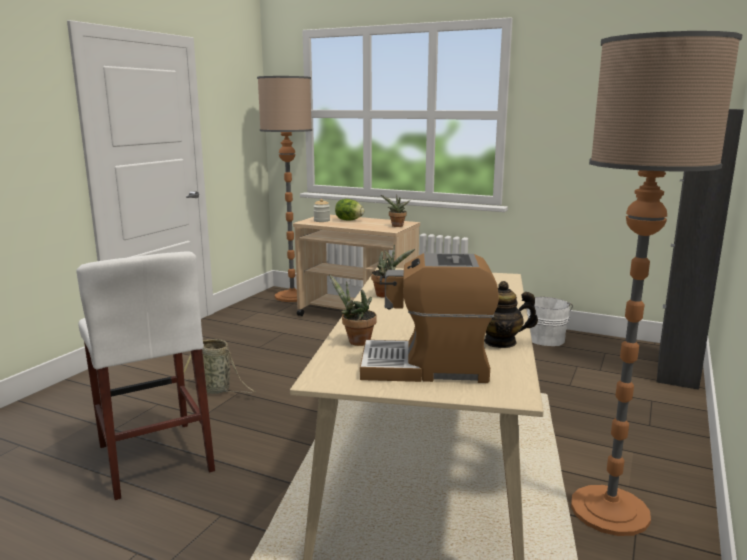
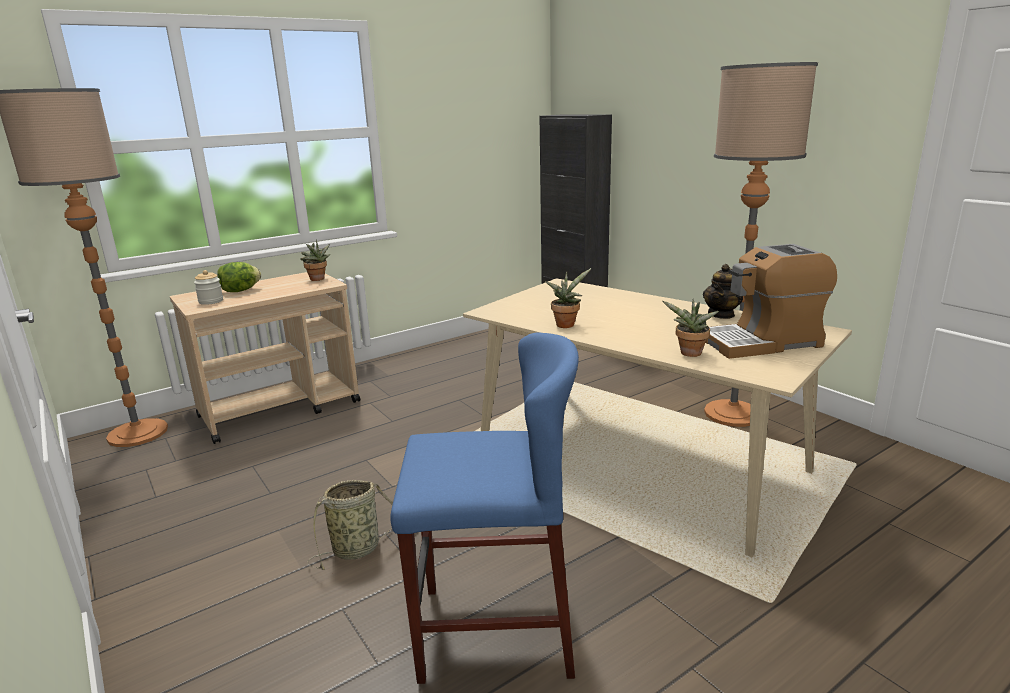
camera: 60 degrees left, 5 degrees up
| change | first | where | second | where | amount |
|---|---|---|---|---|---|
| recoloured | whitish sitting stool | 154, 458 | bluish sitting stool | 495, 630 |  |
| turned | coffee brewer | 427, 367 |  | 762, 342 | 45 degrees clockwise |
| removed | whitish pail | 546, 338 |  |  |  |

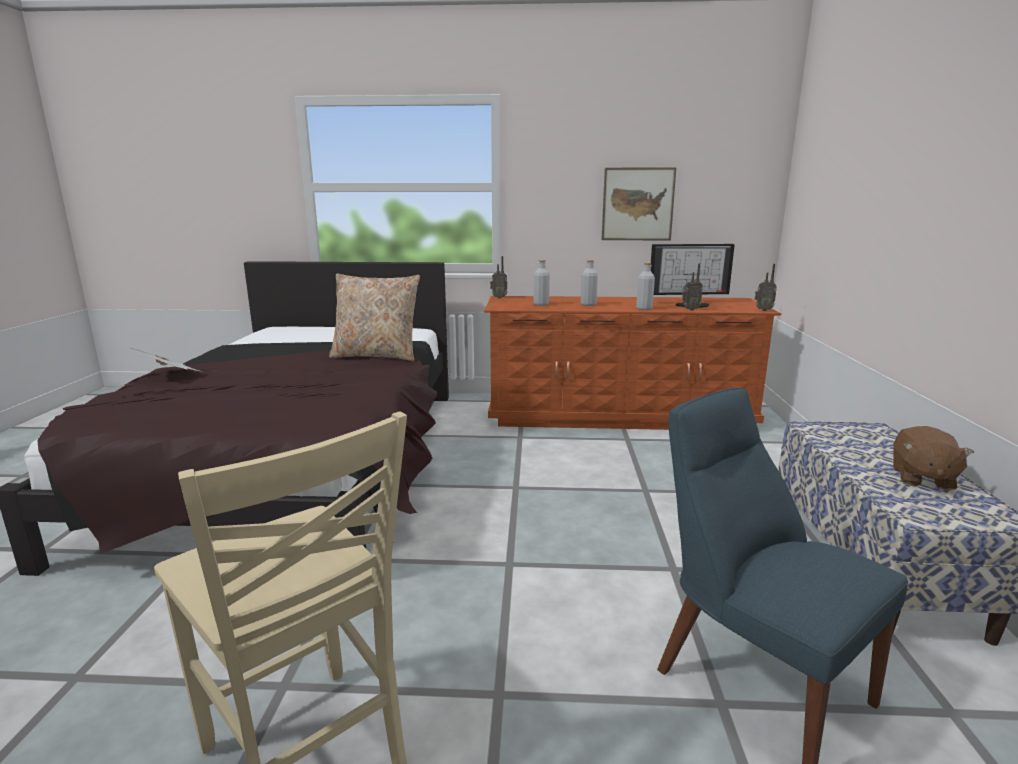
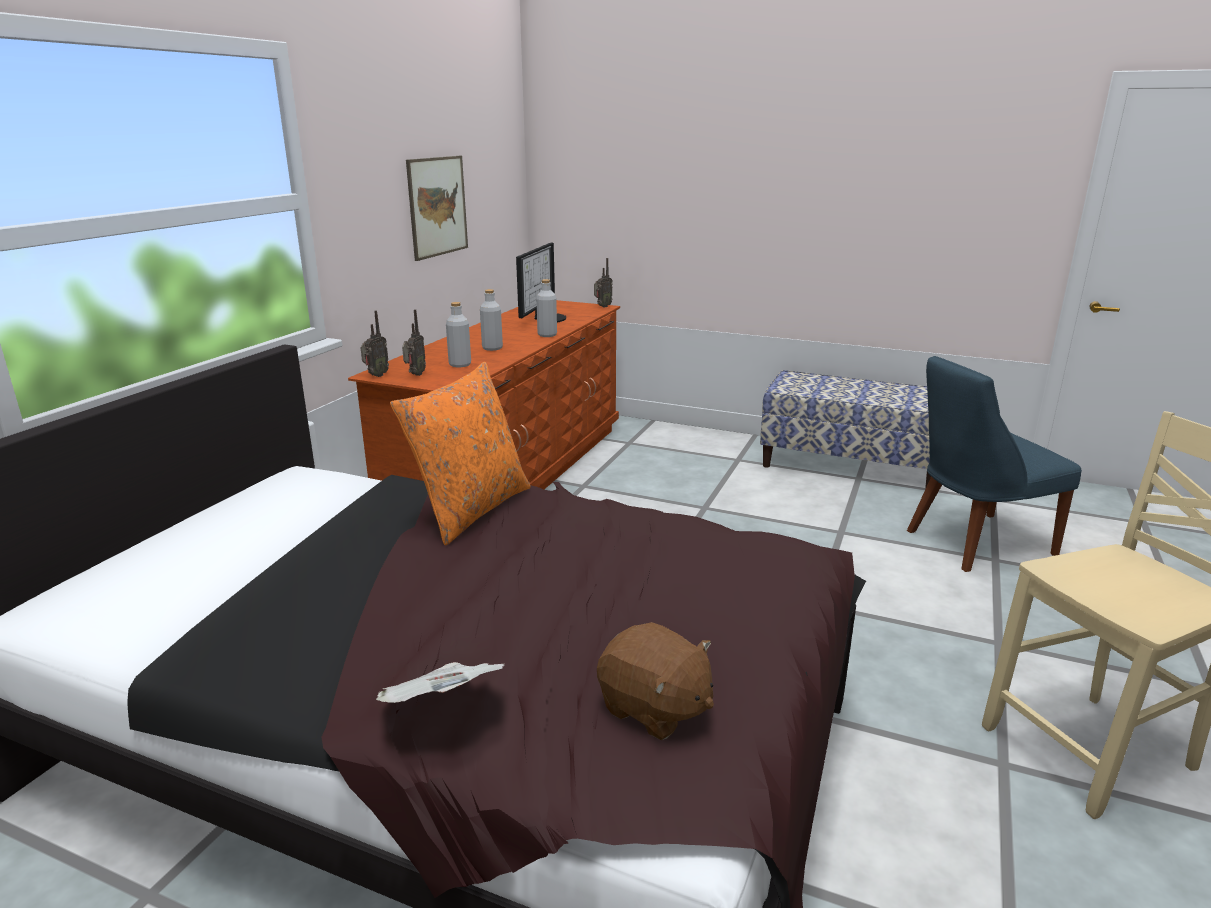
camera: 70 degrees left, 5 degrees up
| change | first | where | second | where | amount |
|---|---|---|---|---|---|
| moved | radio set | 689, 309 |  | 415, 375 |  |
| recoloured | beige-coloured cushion | 376, 355 | orange cushion | 470, 509 |  |
| moved | brownish soft toy | 921, 478 |  | 654, 709 |  |

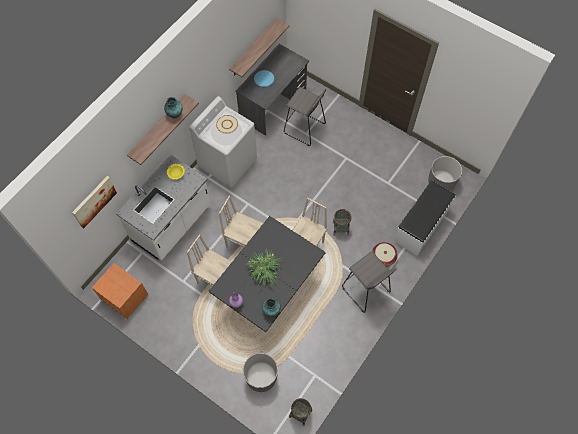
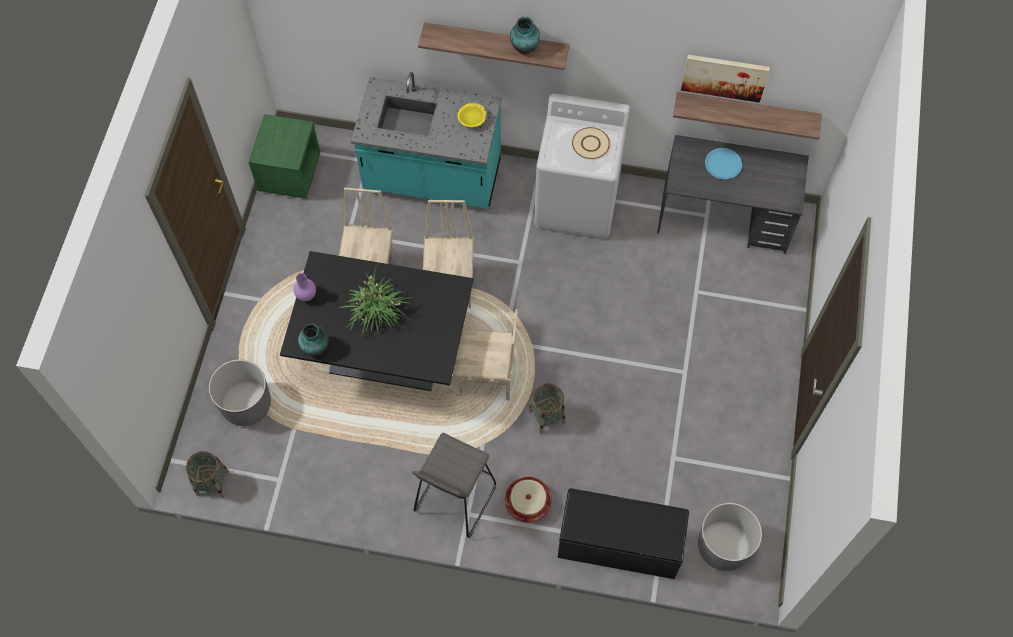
camera: 65 degrees right, 0 degrees up
| change | first | where | second | where | amount |
|---|---|---|---|---|---|
| removed | greyish sitting stool | 304, 128 |  |  |  |
| recoloured | whitish kitchen counter | 172, 224 | turquoise kitchen counter | 432, 178 |  |
| moved | wall art | 94, 201 |  | 724, 76 |  |
| recoloured | whitish long seat | 421, 225 | black-coloured long seat | 619, 544 |  |
| recoloured | orange bedside table | 124, 297 | green-coloured bedside table | 289, 172 |  |

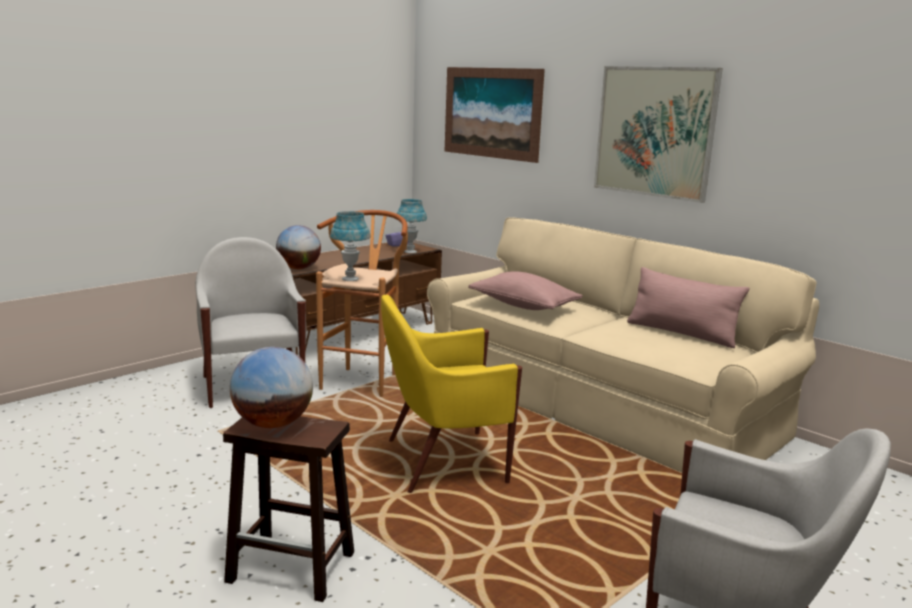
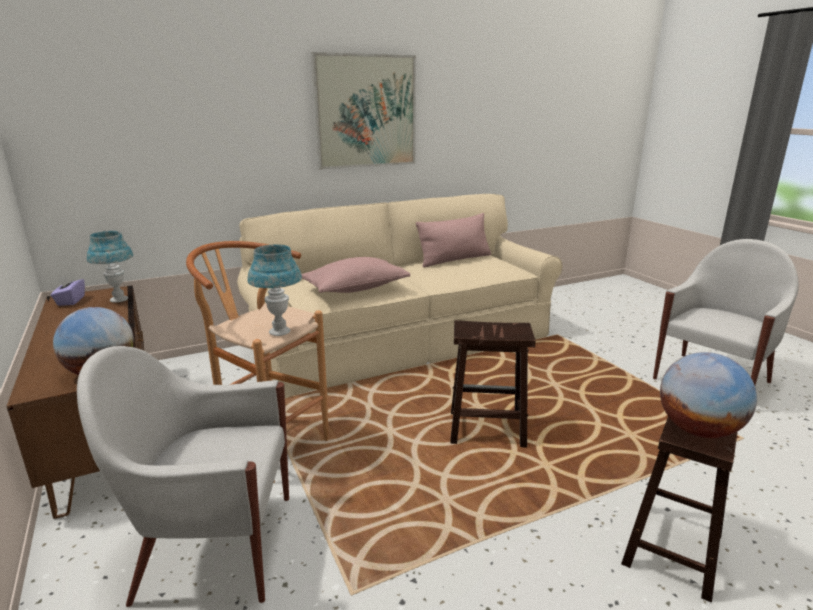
camera: 70 degrees left, 5 degrees up
| change | first | where | second | where | amount |
|---|---|---|---|---|---|
| removed | wall art | 491, 113 |  |  |  |
| replaced | yellow-coloured easy chair | 442, 461 | brownish sitting stool | 485, 429 |  |

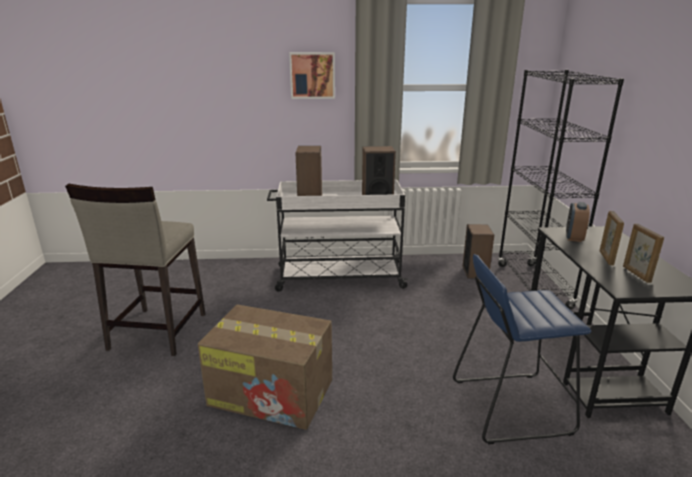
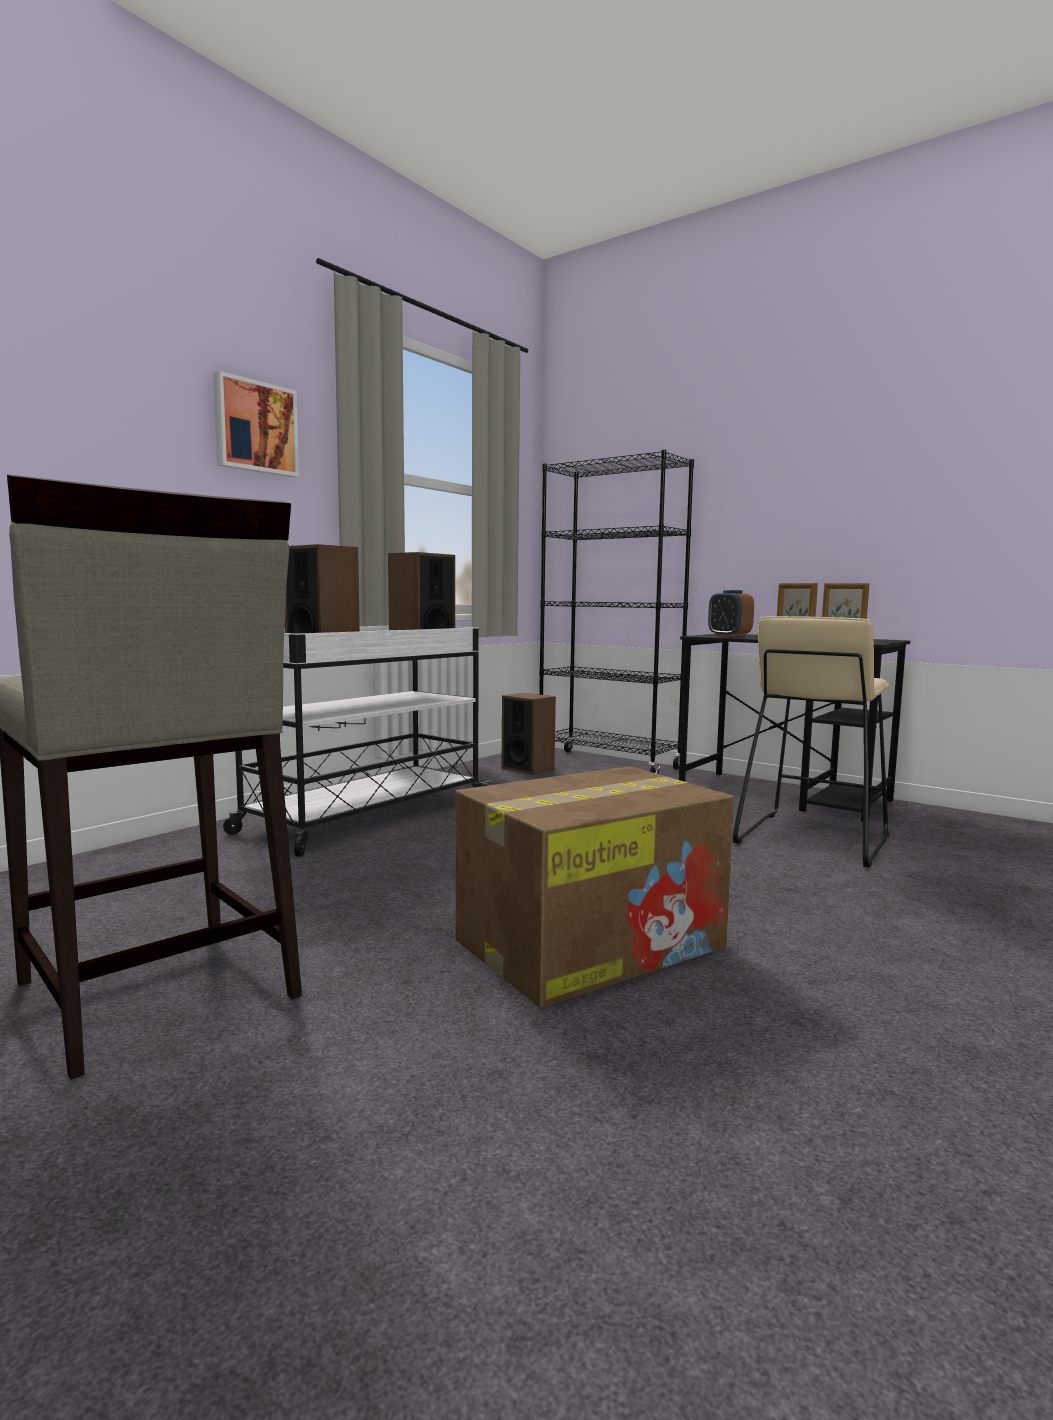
camera: 50 degrees left, 15 degrees down
| change | first | where | second | where | amount |
|---|---|---|---|---|---|
| recoloured | bluish sitting stool | 510, 405 | beige-coloured sitting stool | 812, 838 |  |

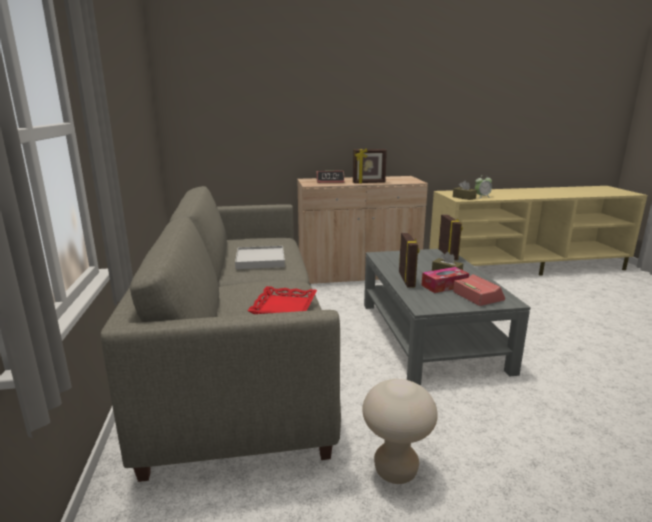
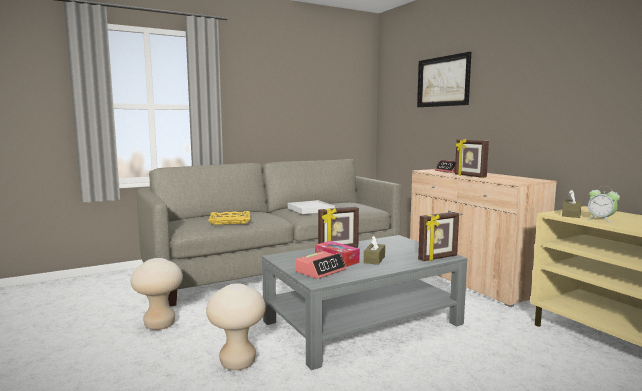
camera: 70 degrees right, 10 degrees down
| change | first | where | second | where | amount |
|---|---|---|---|---|---|
| recoloured | red-coloured carrying tray | 283, 307 | yellow-coloured carrying tray | 230, 221 |  |
| added |  |  | wall art | 443, 81 |  |
| added |  |  | beige-coloured sitting stool | 238, 363 |  |

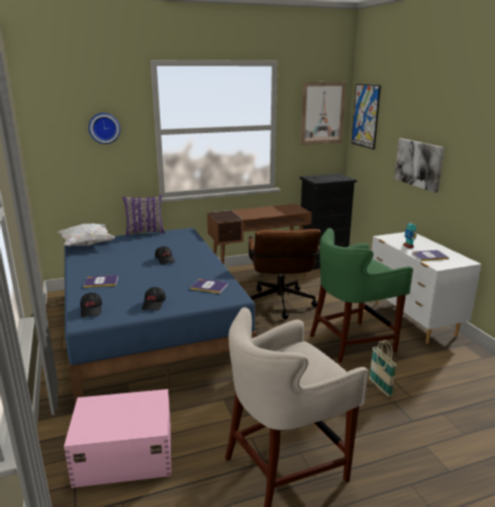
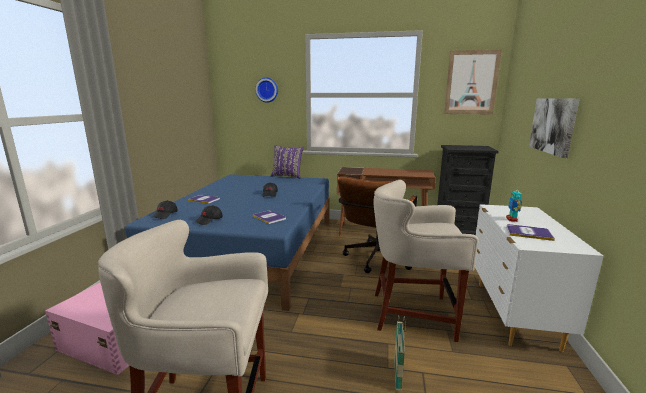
camera: 30 degrees right, 5 degrees down
| change | first | where | second | where | amount |
|---|---|---|---|---|---|
| removed | wall art | 365, 116 |  |  |  |
| removed | whitish cushion | 87, 245 |  |  |  |
| recoloured | green-coloured sitting stool | 352, 342 | beige-coloured sitting stool | 413, 314 |  |

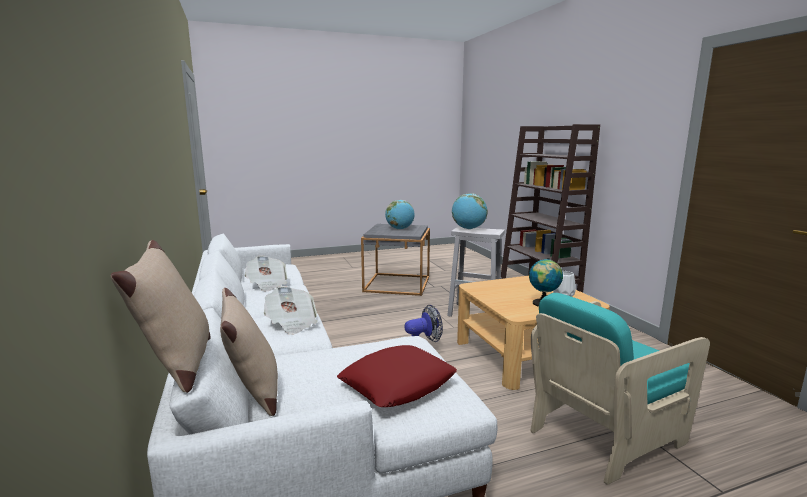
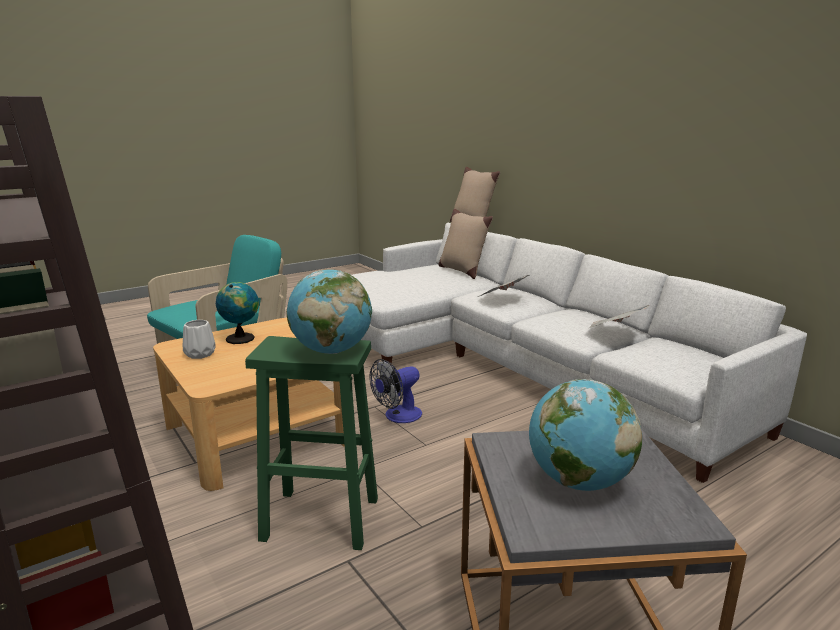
camera: 165 degrees right, 5 degrees up
| change | first | where | second | where | amount |
|---|---|---|---|---|---|
| recoloured | whitish sitting stool | 475, 313 | green-coloured sitting stool | 318, 519 |  |
| removed | red-coloured cushion | 398, 383 |  |  |  |

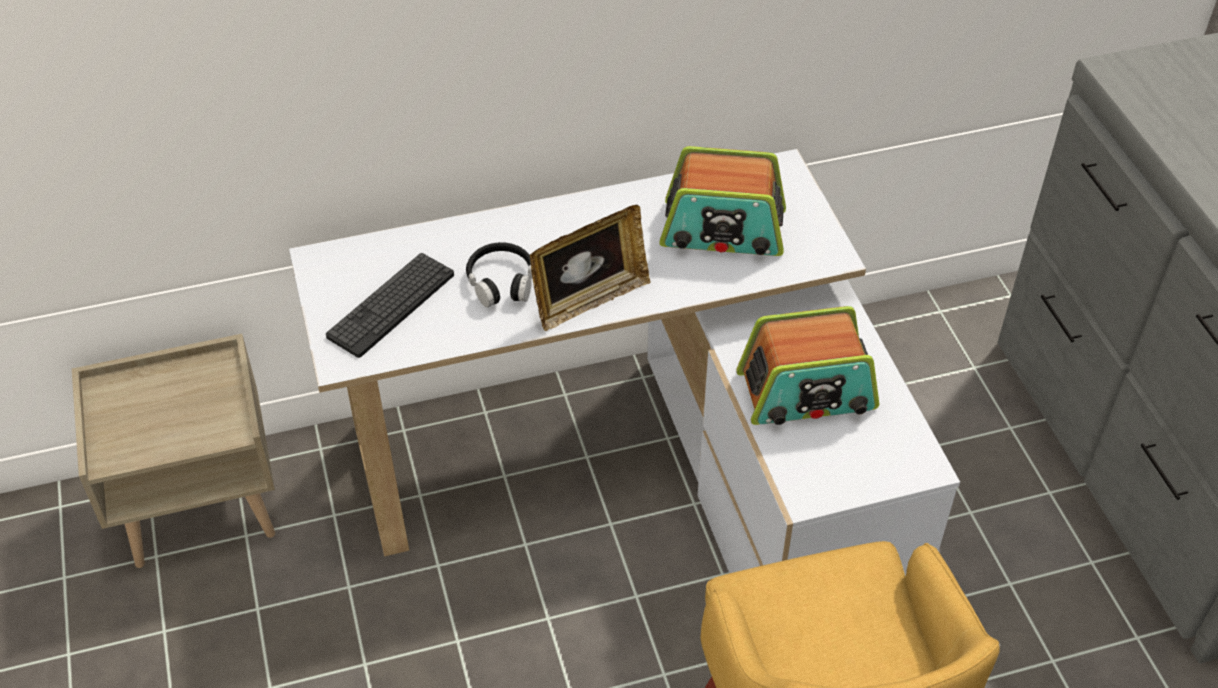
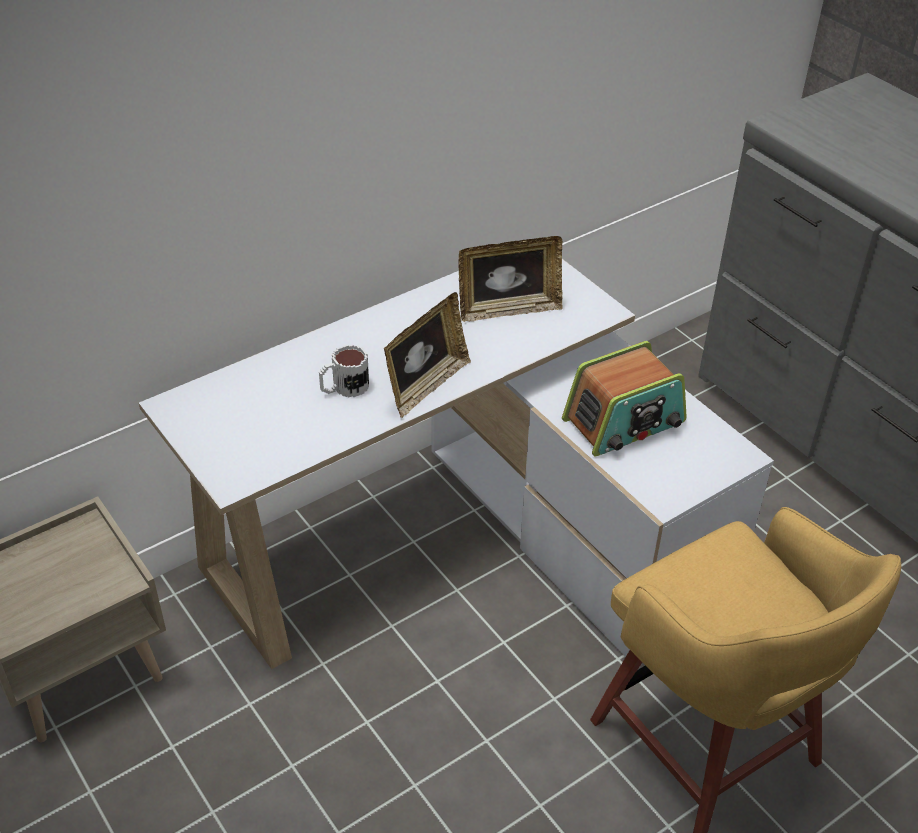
camera: 20 degrees left, 5 degrees down
| change | first | where | second | where | amount |
|---|---|---|---|---|---|
| replaced | radio set | 723, 230 | standing frame | 508, 309 |  |
| replaced | black-coloured headset | 501, 282 | mug | 344, 388 |  |
| removed | keyboard | 391, 305 |  |  |  |

